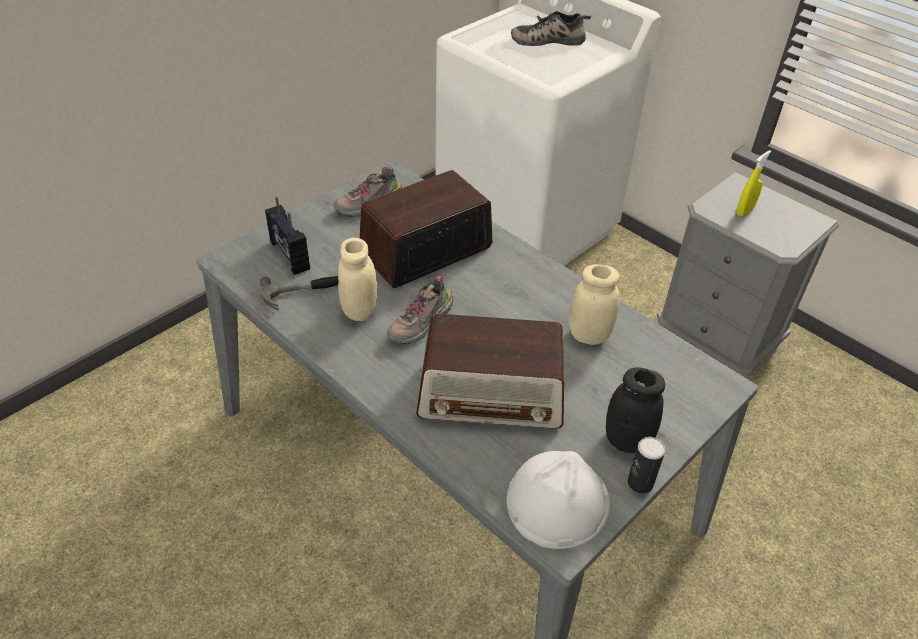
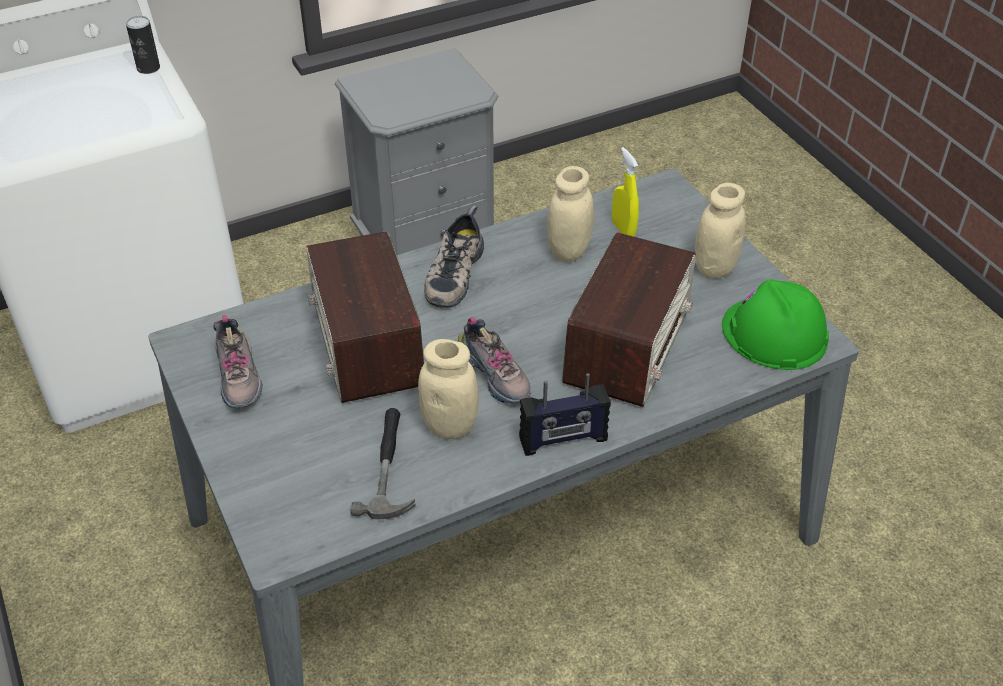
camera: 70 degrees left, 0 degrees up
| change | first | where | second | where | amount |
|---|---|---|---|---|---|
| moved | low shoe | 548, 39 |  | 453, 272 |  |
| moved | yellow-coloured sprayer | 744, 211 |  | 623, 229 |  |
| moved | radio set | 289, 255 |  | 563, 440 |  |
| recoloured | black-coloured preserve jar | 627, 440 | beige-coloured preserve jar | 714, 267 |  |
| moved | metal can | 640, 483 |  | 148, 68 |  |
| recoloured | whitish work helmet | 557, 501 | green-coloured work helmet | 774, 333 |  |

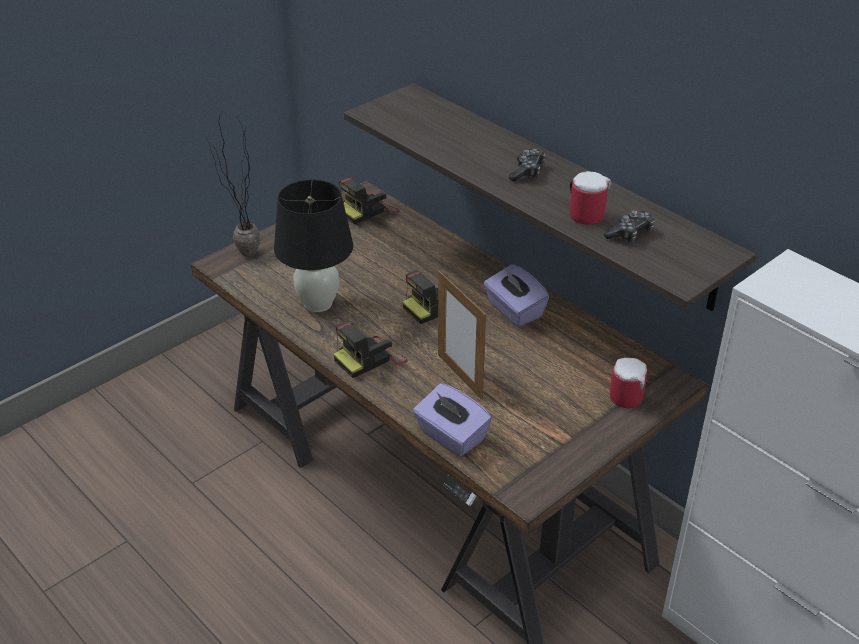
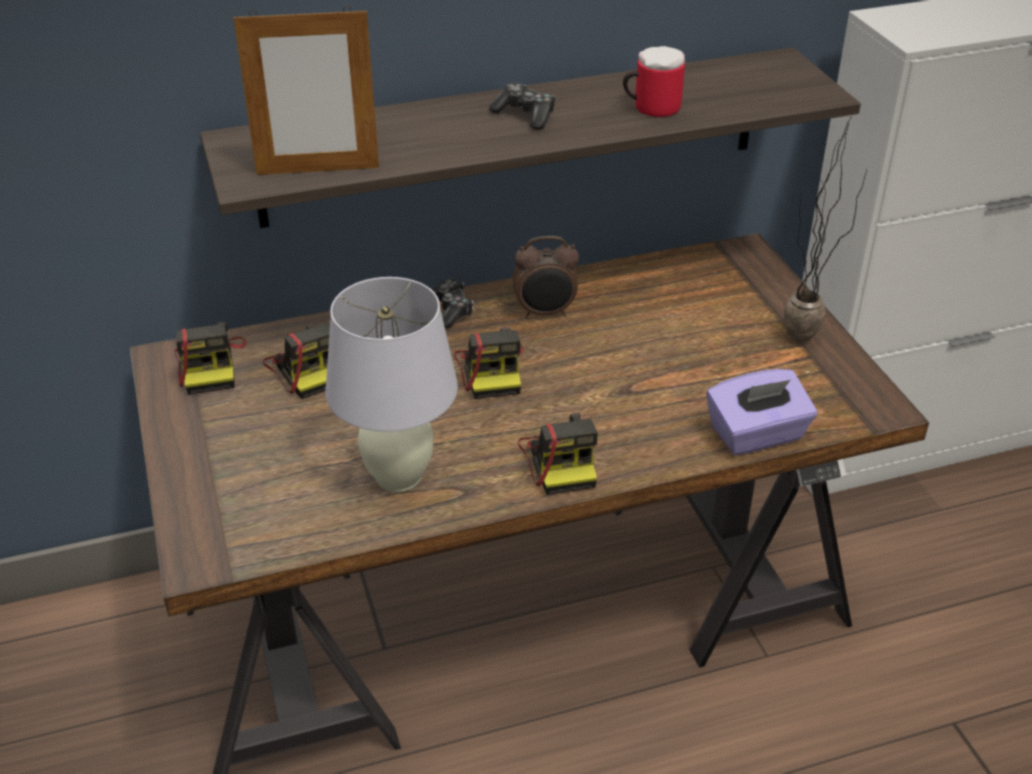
camera: 65 degrees left, 0 degrees up
| change | first | where | second | where | amount |
|---|---|---|---|---|---|
| moved | potted plant | 240, 256 |  | 802, 345 |  |
| recoloured | black-coloured tabletop lamp | 318, 304 | whitish tabletop lamp | 399, 477 |  |
| moved | joypad | 630, 233 |  | 451, 310 |  |
| replaced | purplish tissue box | 514, 310 | table clock | 545, 313 |  |
| moved | standing frame | 459, 376 |  | 318, 170 |  |
| removed | mug | 630, 396 |  |  |  |
| added |  |  | photo camera | 306, 369 |  |

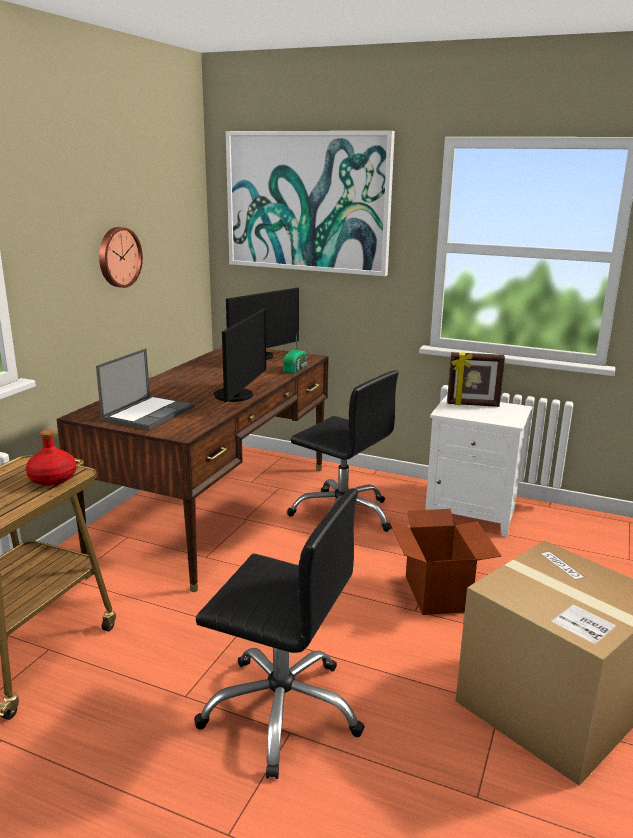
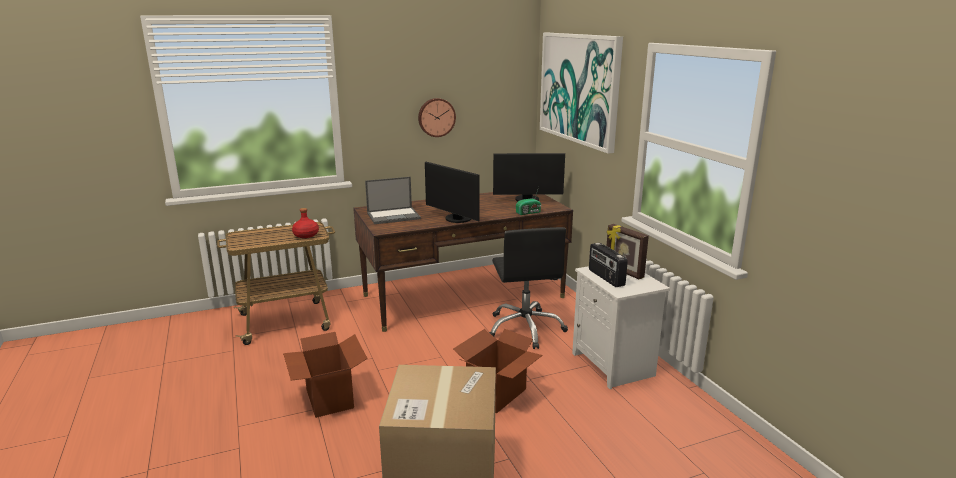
camera: 45 degrees right, 0 degrees up
| change | first | where | second | where | amount |
|---|---|---|---|---|---|
| turned | computer display | 238, 395 |  | 456, 219 | 75 degrees clockwise |
| replaced | black-coloured office chair | 282, 710 | cardboard box | 328, 399 |  |
| added |  |  | radio set | 605, 278 |  |

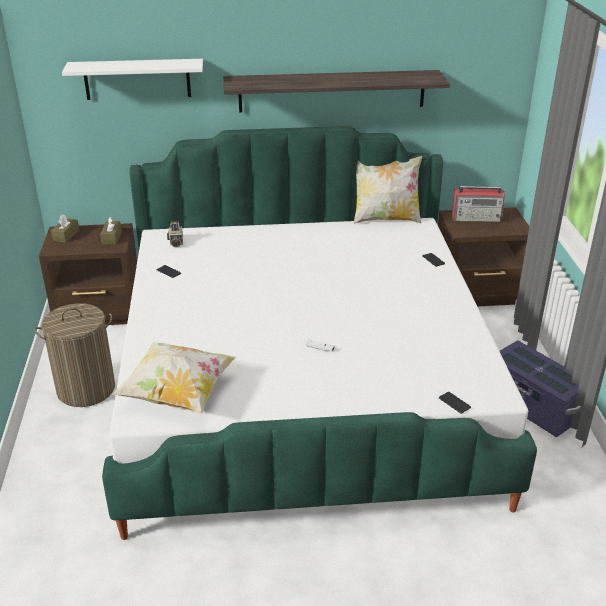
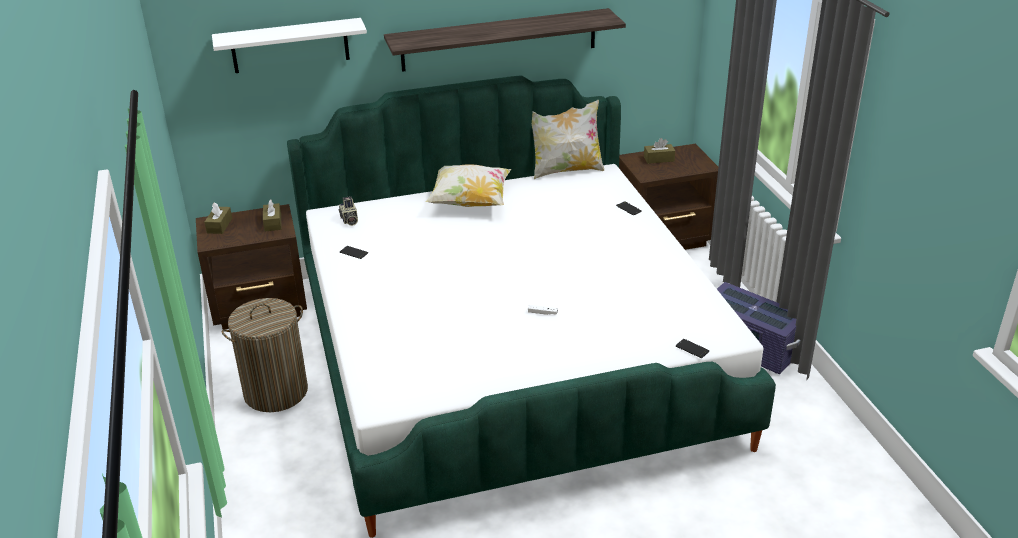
camera: 10 degrees left, 0 degrees up
| change | first | where | second | where | amount |
|---|---|---|---|---|---|
| replaced | radio set | 477, 218 | brownish tissue box | 659, 159 |  |
| moved | cushion | 178, 394 |  | 470, 202 |  |

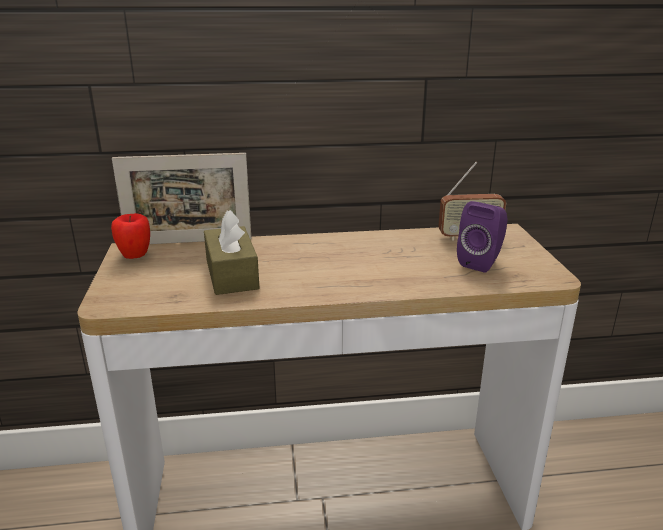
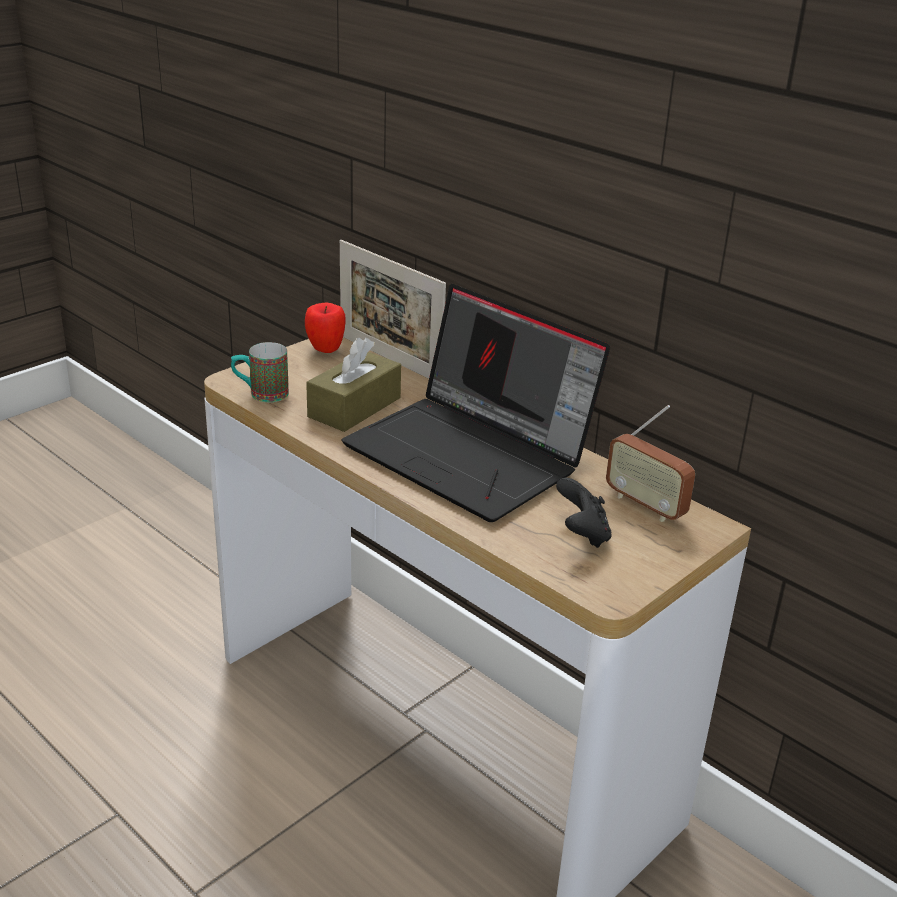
camera: 50 degrees right, 5 degrees up
| change | first | where | second | where | amount |
|---|---|---|---|---|---|
| replaced | purplish audio speaker | 481, 262 | black-coloured joypad | 582, 534 |  |
| added |  |  | portable computer | 472, 455 |  |
| added |  |  | mug | 261, 394 |  |

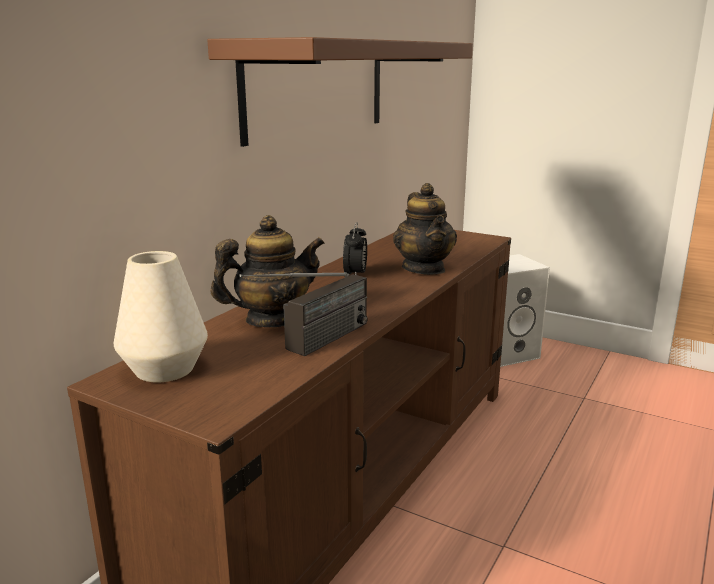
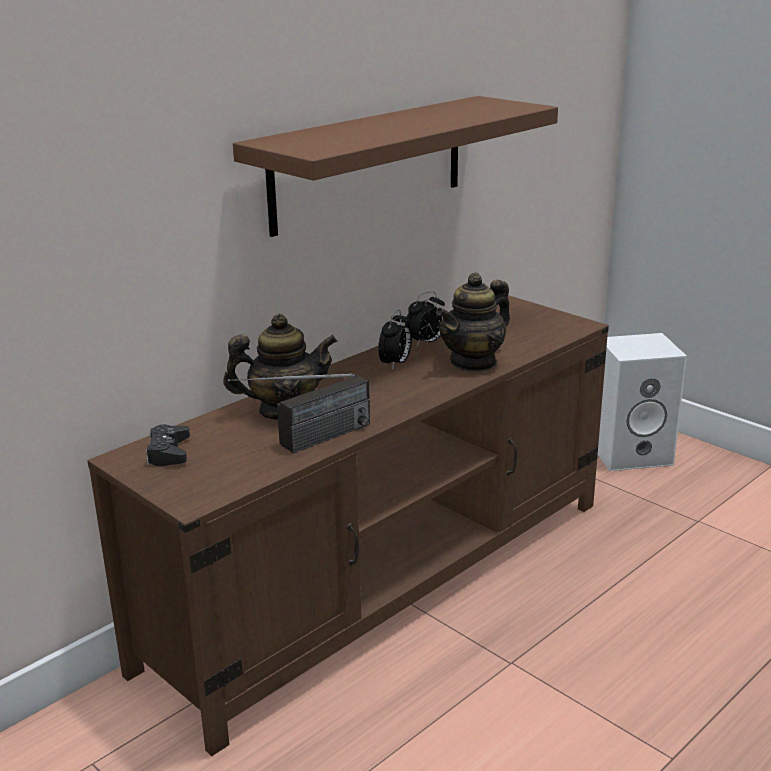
camera: 15 degrees right, 5 degrees up
| change | first | where | second | where | amount |
|---|---|---|---|---|---|
| turned | teapot | 424, 269 |  | 473, 362 | 45 degrees clockwise |
| replaced | whitish flower vase | 164, 369 | black-coloured joypad | 168, 452 |  |
| added |  |  | table clock | 426, 343 |  |

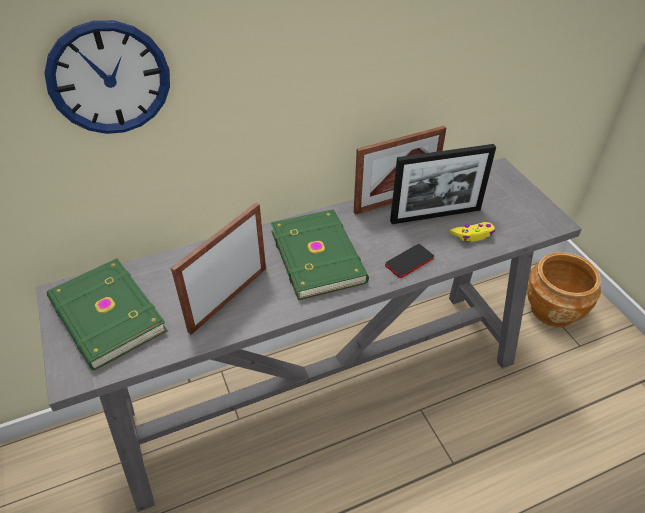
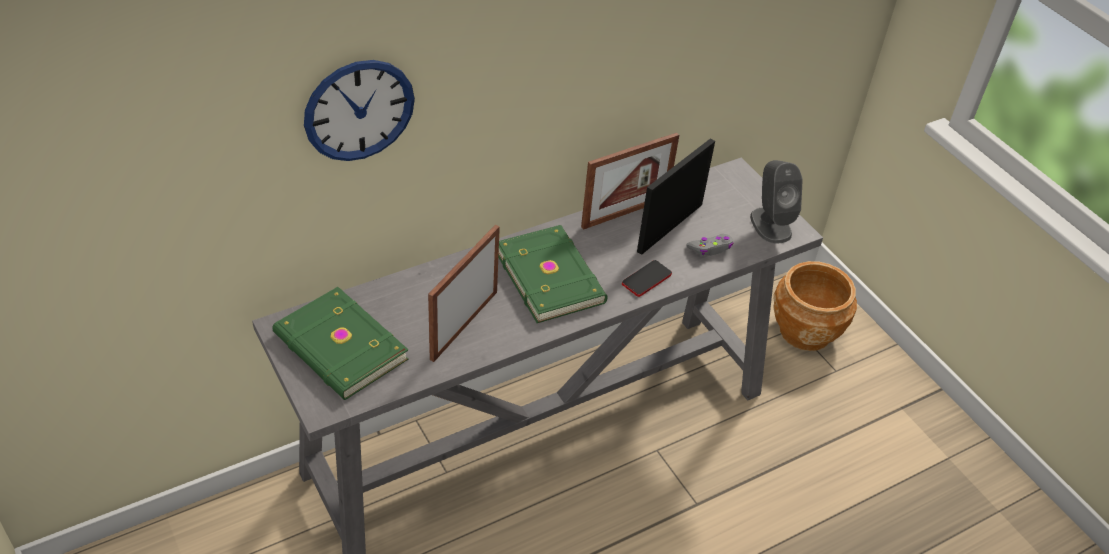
camera: 10 degrees left, 0 degrees up
| change | first | where | second | where | amount |
|---|---|---|---|---|---|
| turned | standing frame | 435, 215 |  | 670, 227 | 150 degrees clockwise |
| recoloured | yellow-coloured joypad | 473, 235 | greyish joypad | 710, 248 |  |
| added |  |  | greyish audio speaker | 770, 224 |  |

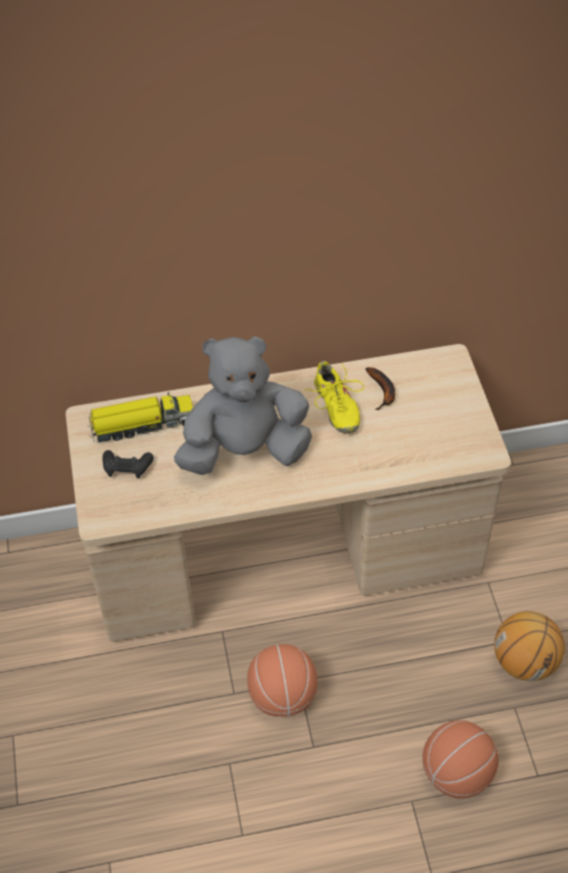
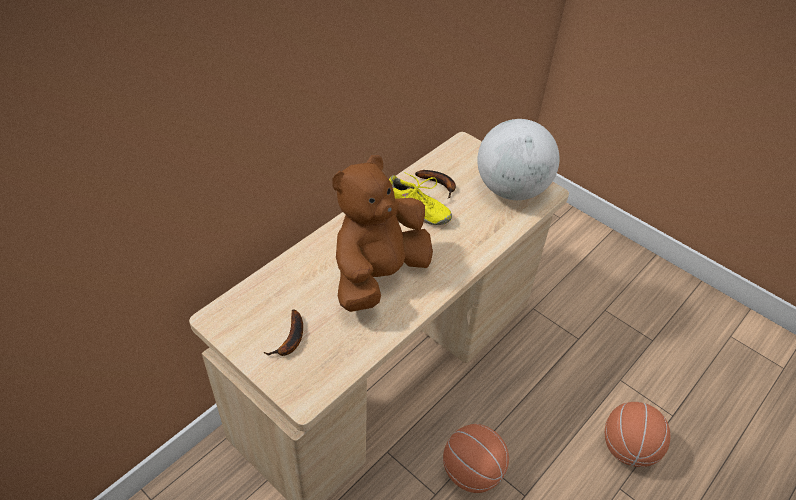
camera: 40 degrees left, 5 degrees down
| change | first | where | second | where | amount |
|---|---|---|---|---|---|
| recoloured | greyish soft toy | 245, 450 | brownish soft toy | 378, 275 |  |
| removed | toy truck | 142, 424 |  |  |  |
| replaced | black-coloured joypad | 127, 468 | banana | 290, 340 |  |
| removed | basketball | 525, 662 |  |  |  |
| added |  |  | world globe | 511, 189 |  |

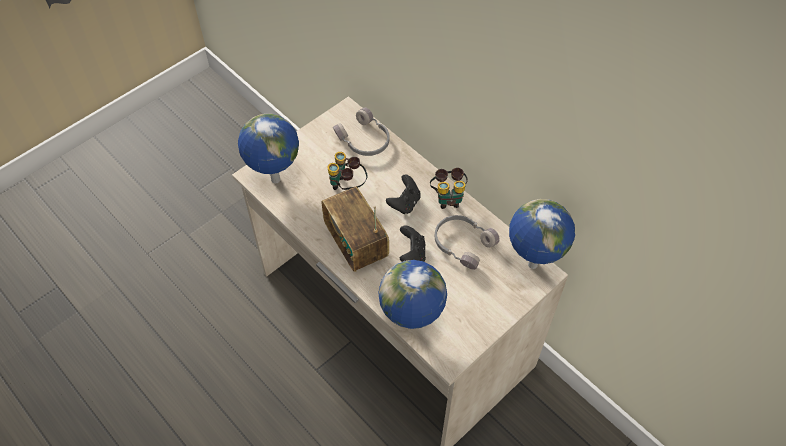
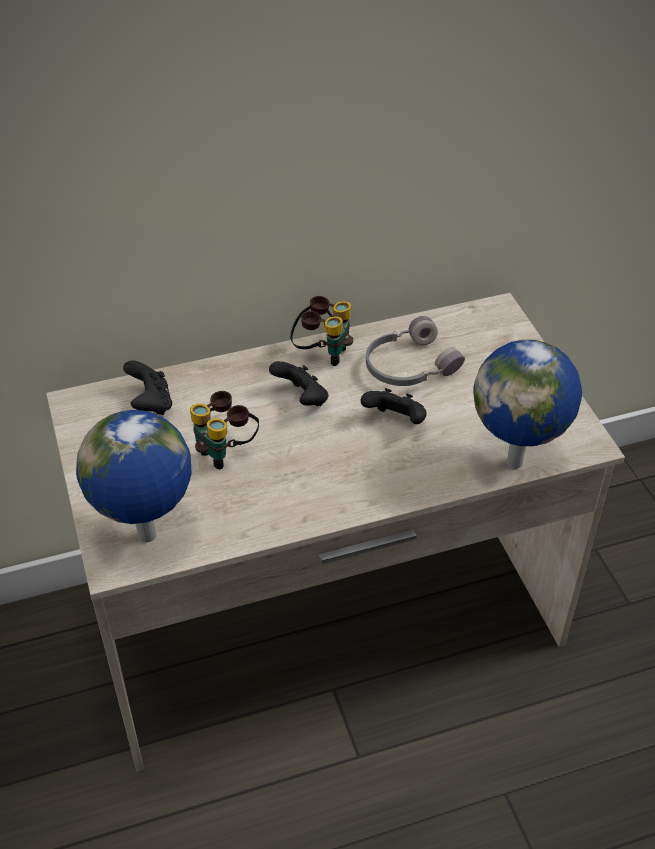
camera: 65 degrees left, 10 degrees down
| change | first | where | second | where | amount |
|---|---|---|---|---|---|
| replaced | greyish headset | 364, 140 | black-coloured joypad | 150, 403 |  |
| removed | radio set | 356, 244 |  |  |  |
| removed | world globe | 531, 265 |  |  |  |

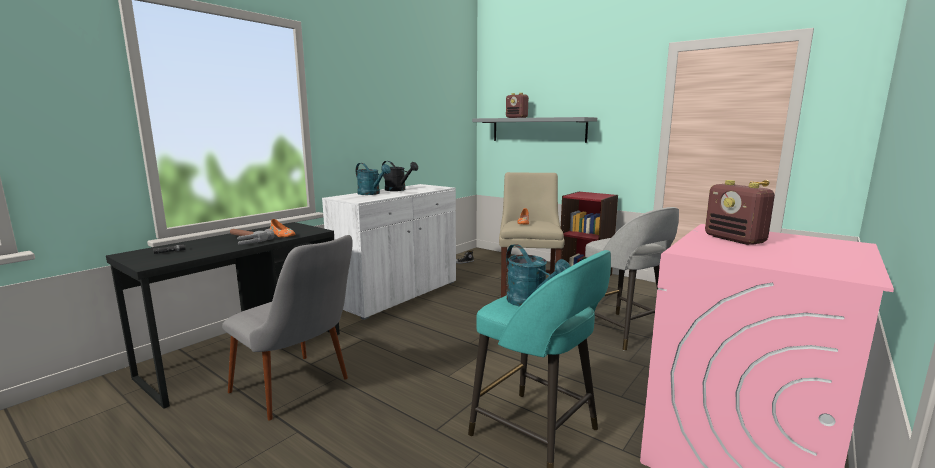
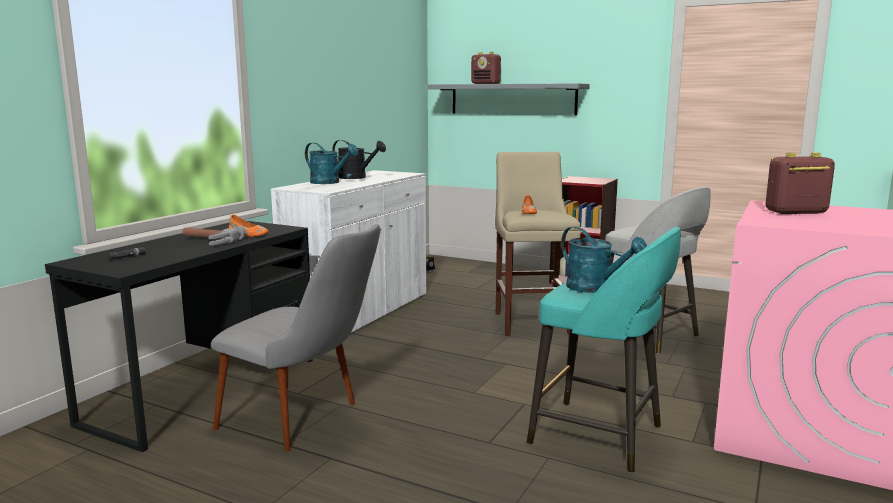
camera: 10 degrees left, 0 degrees up
| change | first | where | second | where | amount |
|---|---|---|---|---|---|
| turned | radio set | 735, 239 |  | 795, 212 | 120 degrees clockwise |

